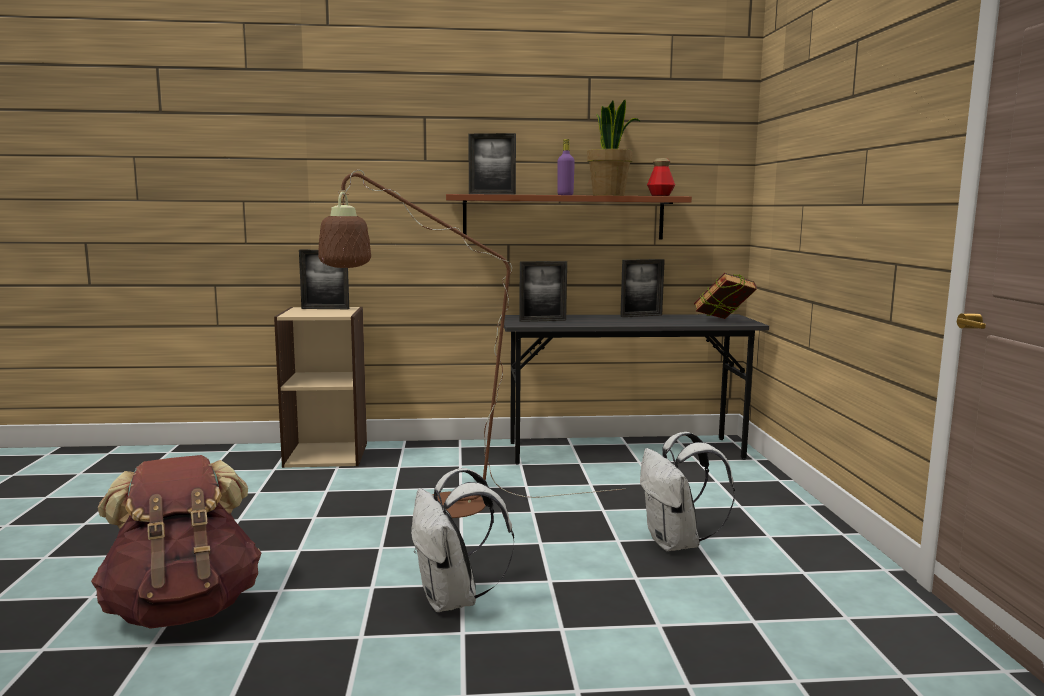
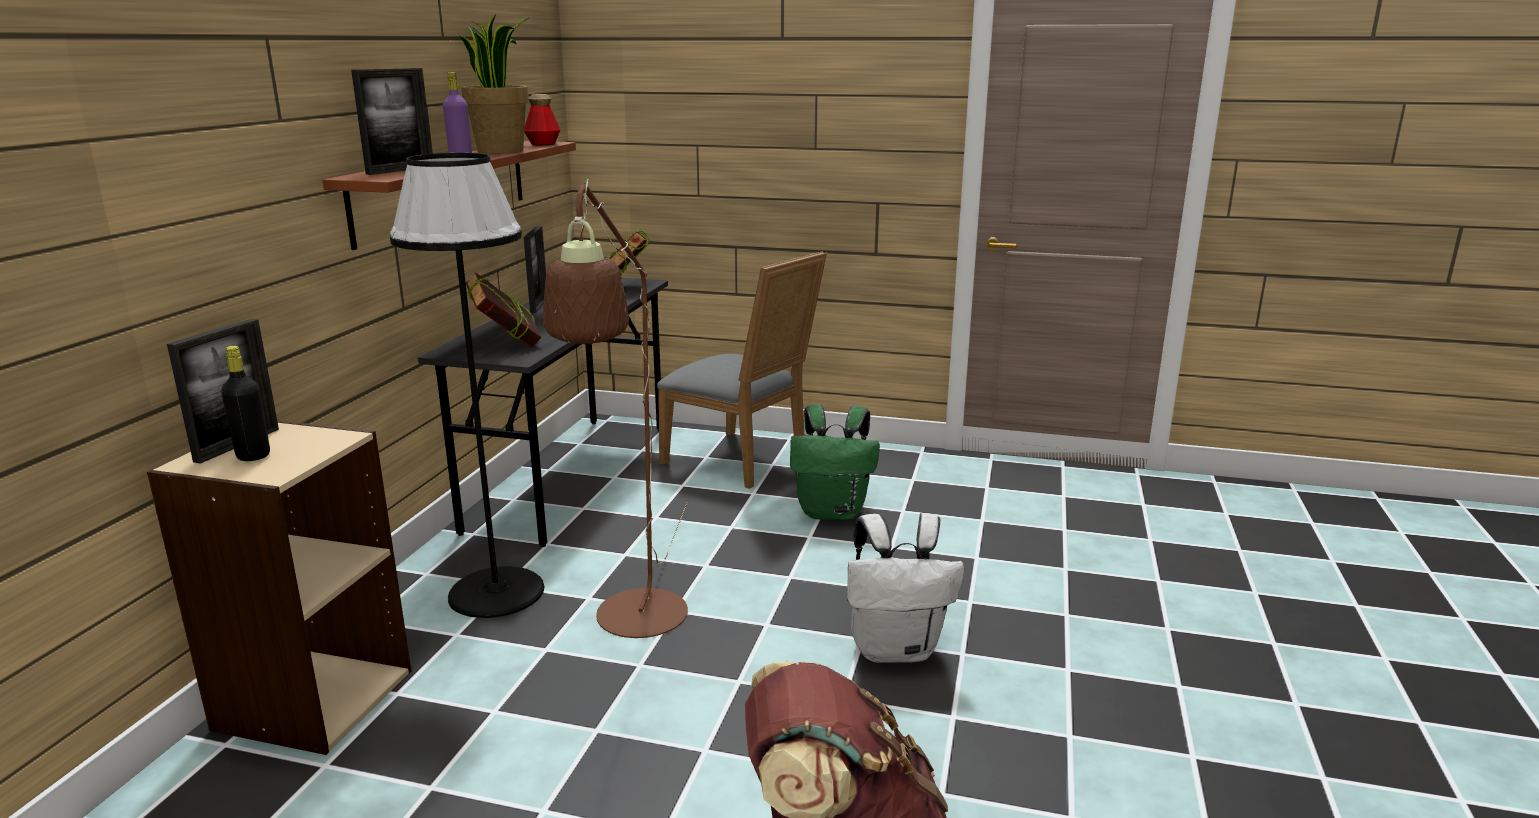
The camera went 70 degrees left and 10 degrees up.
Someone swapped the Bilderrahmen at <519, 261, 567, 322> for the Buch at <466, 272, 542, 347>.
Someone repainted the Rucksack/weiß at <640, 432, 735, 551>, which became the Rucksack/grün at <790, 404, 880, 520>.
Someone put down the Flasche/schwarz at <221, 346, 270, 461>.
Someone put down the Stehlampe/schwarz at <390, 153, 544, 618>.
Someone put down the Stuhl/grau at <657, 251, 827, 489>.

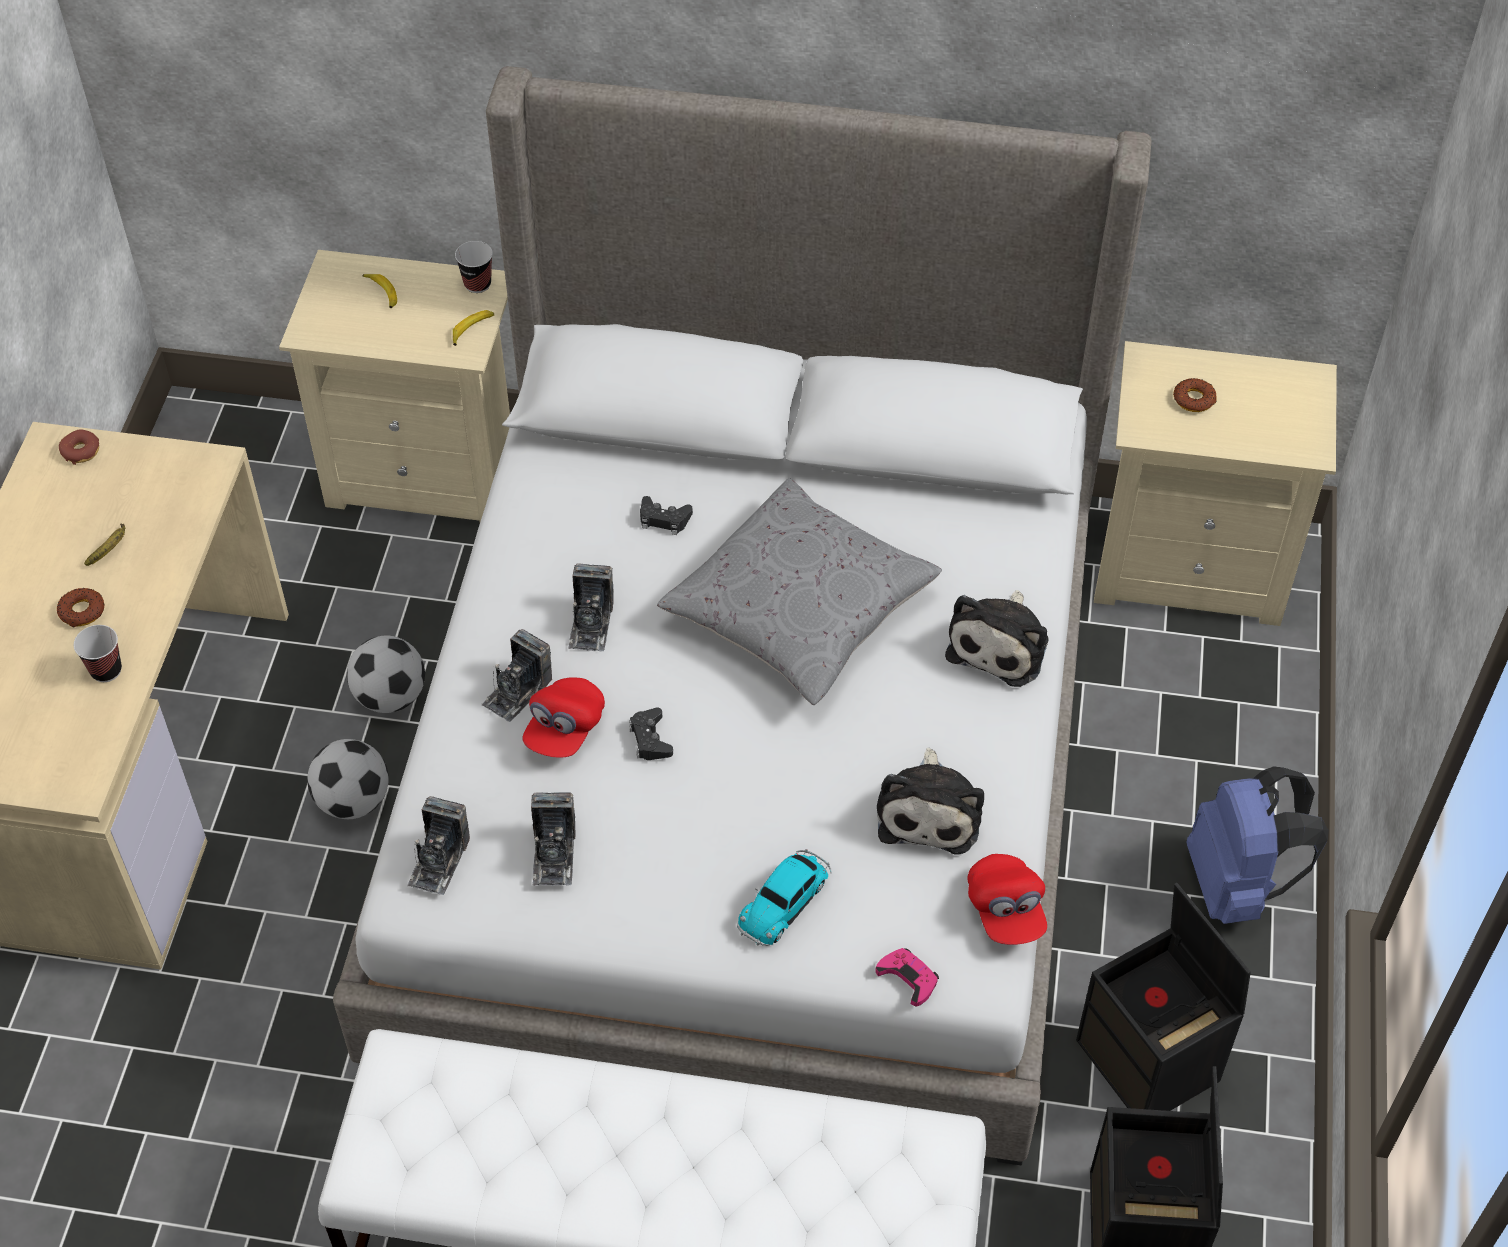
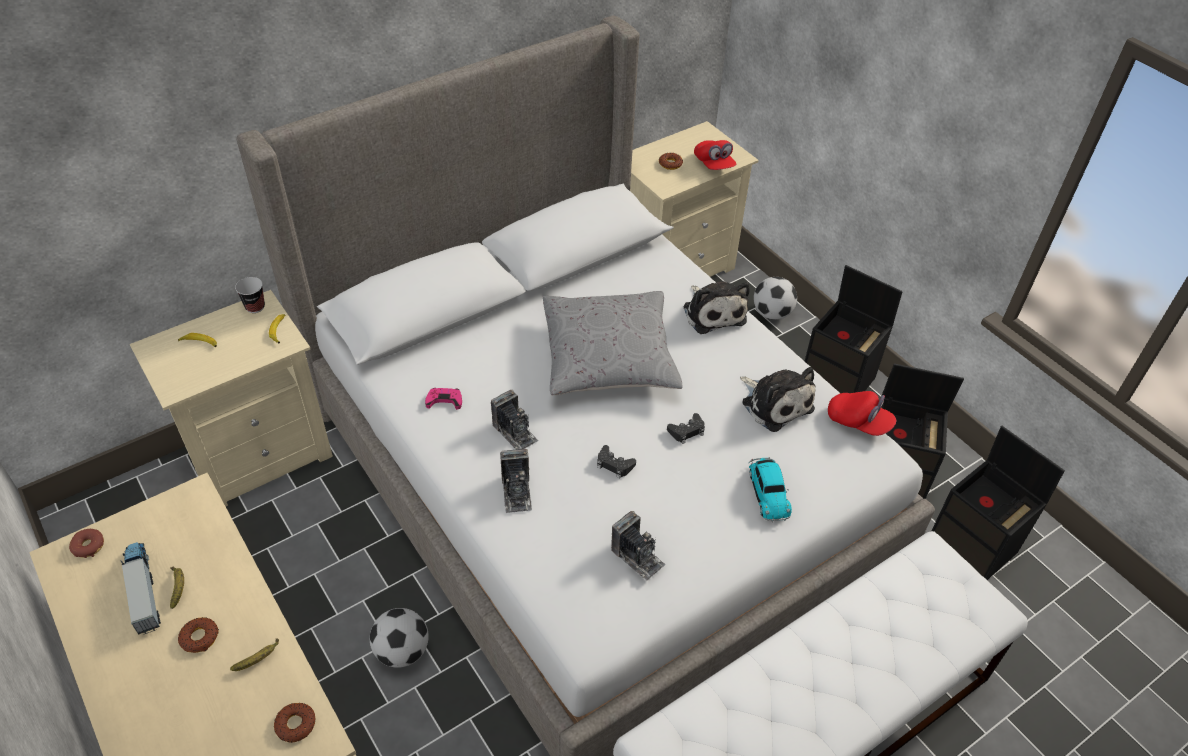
The camera went 45 degrees left and 5 degrees down.
Someone swapped the Tasse at <74, 625, 122, 682> for the Banane at <230, 638, 279, 671>.
Someone carried the Fußball from <347, 635, 425, 713> to <754, 277, 797, 320>.
Someone took away the Kamera at <407, 796, 470, 895>.
Someone carried the Kappe/rot from <523, 677, 605, 758> to <694, 140, 737, 170>.
Someone carried the Gamepad/schwarz from <640, 496, 693, 535> to <667, 413, 705, 444>.
Someone carried the Gamepad/rosa from <875, 948, 939, 1007> to <425, 388, 462, 410>.
Someone swapped the Rucksack/blau at <1186, 766, 1329, 924> for the Aufbewahrungsbox/schwarz at <805, 265, 903, 393>.
Someone put down the Spielzeuglaster at <120, 542, 161, 635>.
Someone put down the Donut at <274, 703, 315, 743>.

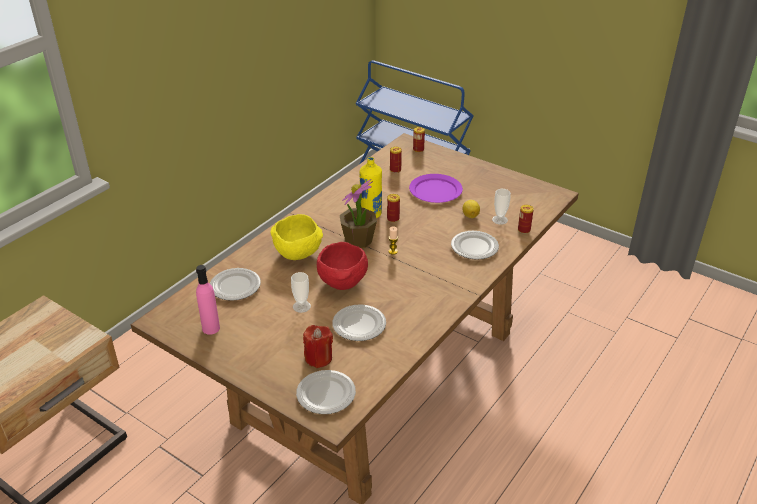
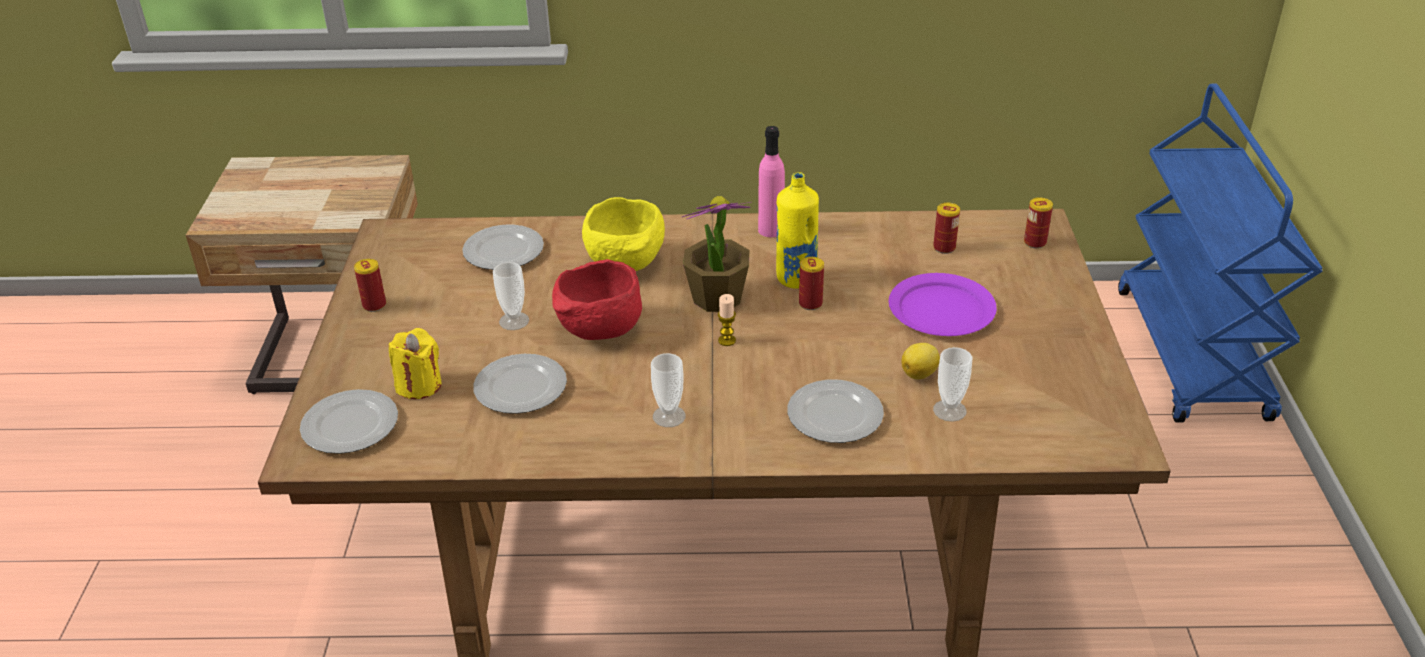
The camera went 55 degrees right and 0 degrees up.
Someone carried the Flasche/rosa from <196, 265, 220, 335> to <758, 126, 785, 237>.
Someone repainted the Kerze/rot at <303, 325, 333, 368>, which became the Kerze/gelb at <389, 328, 442, 399>.
Someone carried the Dose from <518, 205, 534, 234> to <354, 259, 386, 312>.
Someone put down the Tasse at <651, 353, 686, 427>.

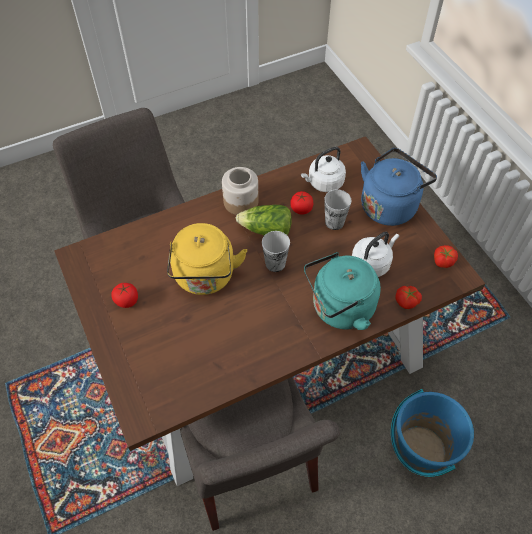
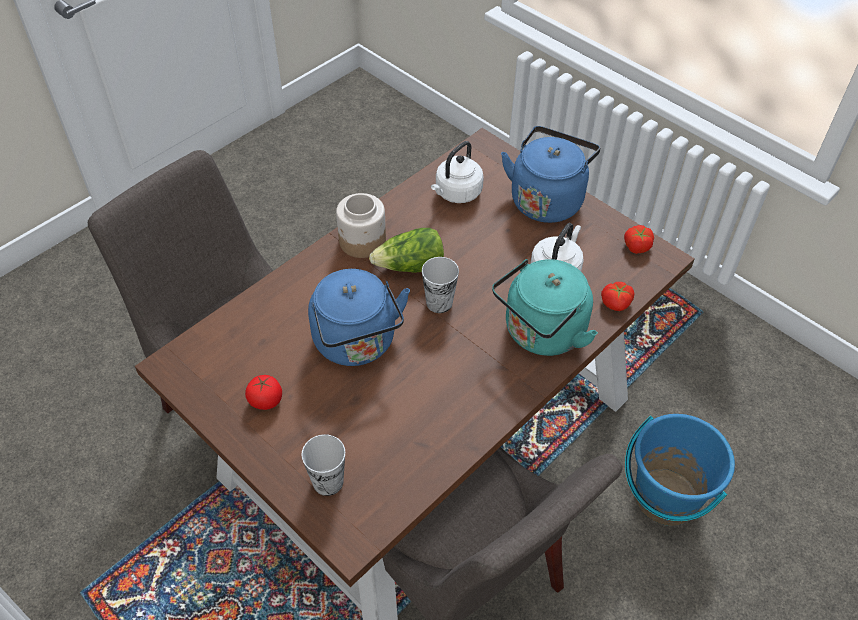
The camera went 20 degrees left and 5 degrees down.
Someone repainted the Wasserkessel/gelb at <167, 223, 247, 295>, which became the Wasserkessel/blau at <308, 269, 410, 366>.
Someone took away the Tomate at <290, 191, 313, 214>.
Someone carried the Tasse from <324, 189, 352, 230> to <301, 434, 345, 496>.

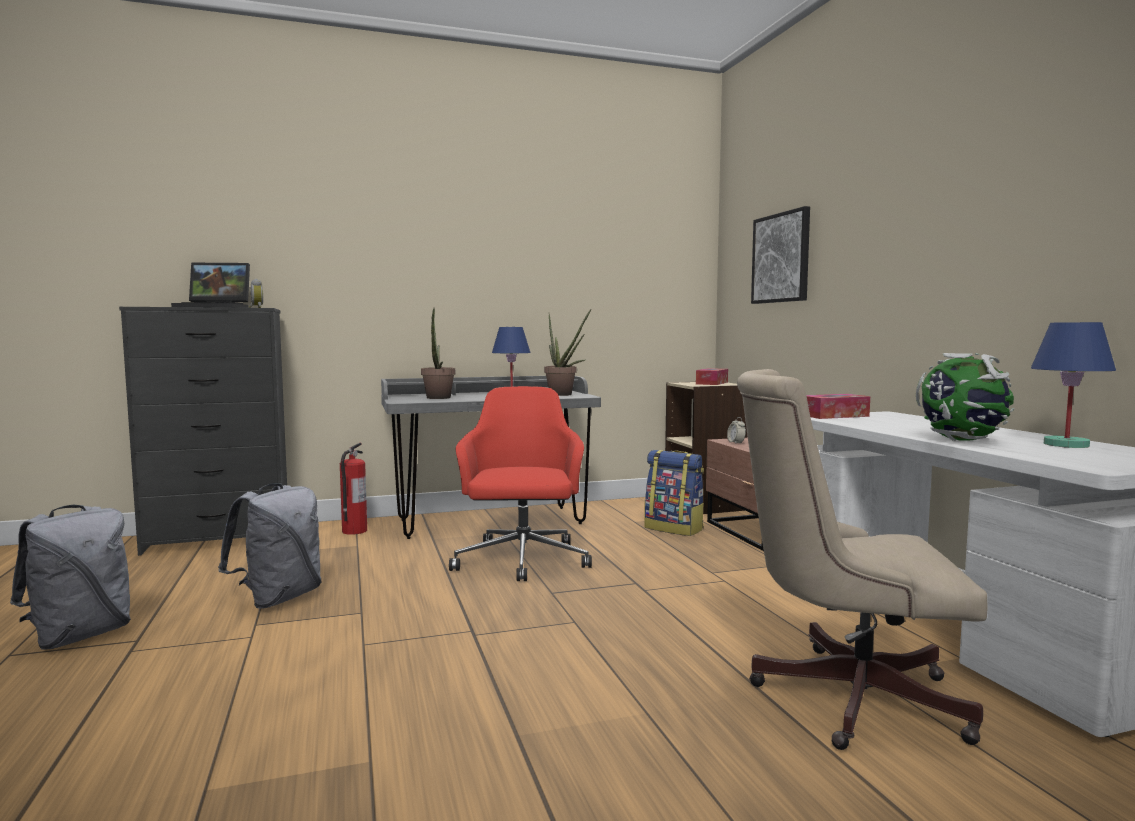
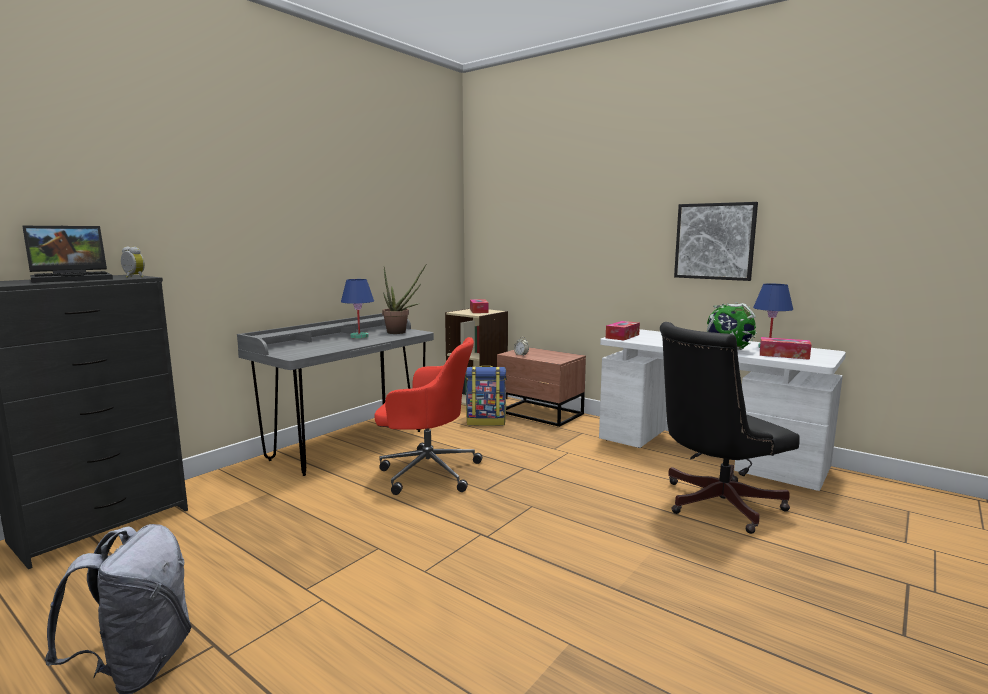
The camera went 35 degrees left and 5 degrees up.
Someone took away the Rucksack/grau at <218, 483, 322, 608>.
Someone took away the Feuerlöscher at <340, 442, 367, 535>.
Someone took away the Topfpflanze at <421, 308, 455, 399>.
Someone rotated the Bürostuhl/rot at <449, 386, 592, 581> by 135 degrees clockwise.
Someone repainted the Bürostuhl/beige at <737, 369, 988, 750>, which became the Bürostuhl/schwarz at <660, 322, 799, 534>.
Someone carried the Bild from <751, 206, 810, 304> to <674, 202, 758, 281>.
Someone put down the Taschentuchbox at <760, 337, 812, 360>.

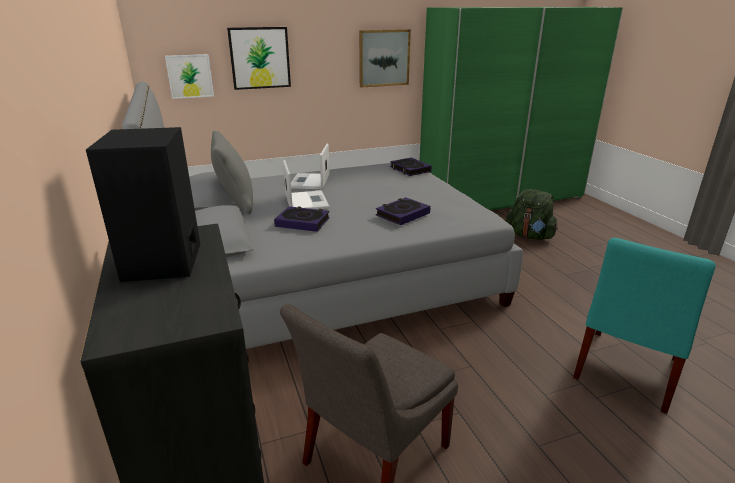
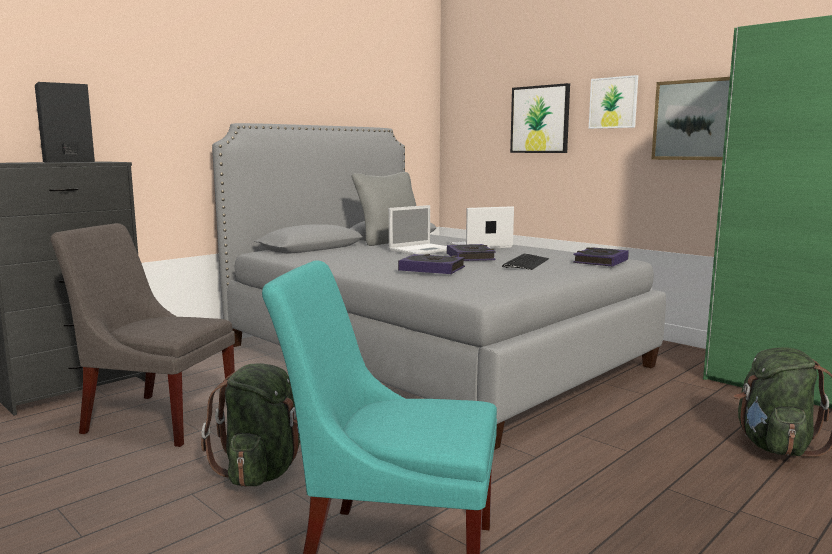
The camera went 65 degrees right and 15 degrees down.
Someone carried the Bild from <165, 54, 214, 99> to <589, 75, 638, 129>.
Someone carried the Buch from <274, 206, 330, 232> to <447, 244, 496, 261>.
Someone put down the Rucksack/grün at <201, 363, 300, 487>.
Someone put down the Tastatur at <502, 253, 549, 270>.

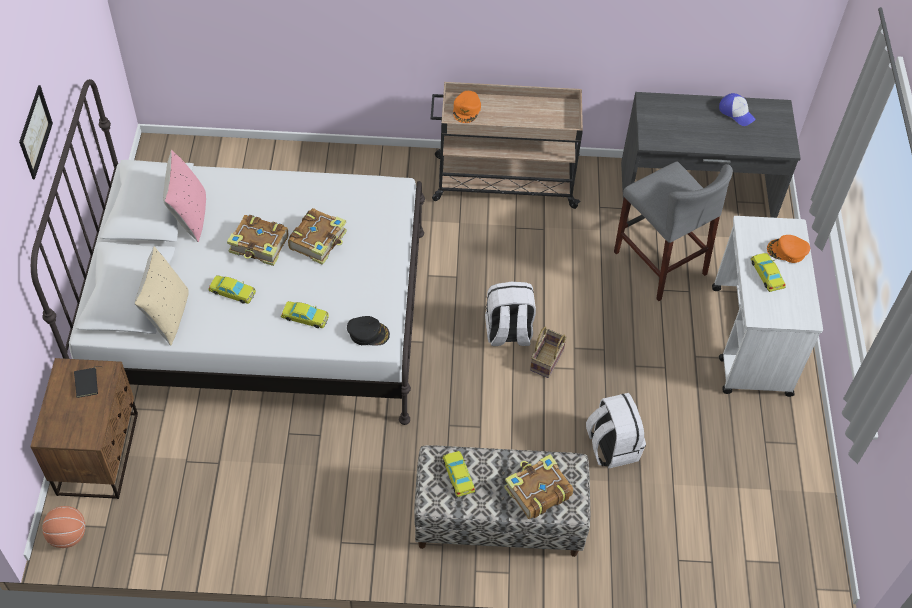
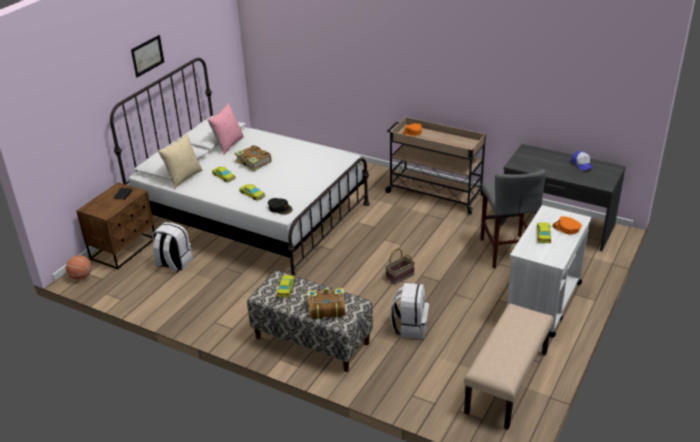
The camera went 30 degrees right and 20 degrees down.
Someone took away the Buch at <288, 208, 347, 265>.
Someone carried the Rucksack/weiß from <485, 282, 536, 346> to <152, 222, 192, 272>.
Someone put down the Bank/beige at <464, 303, 554, 429>.

